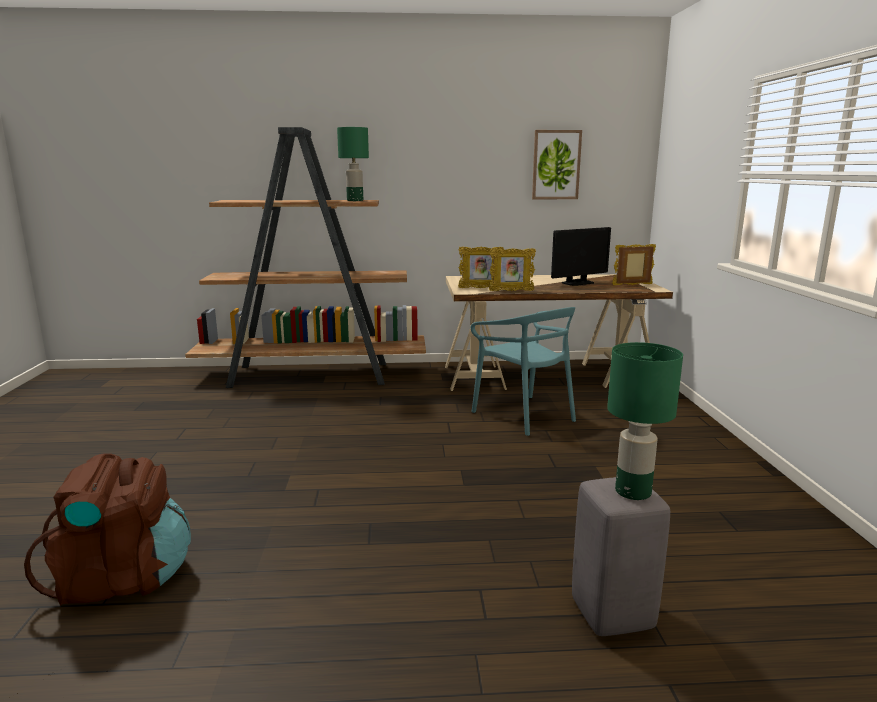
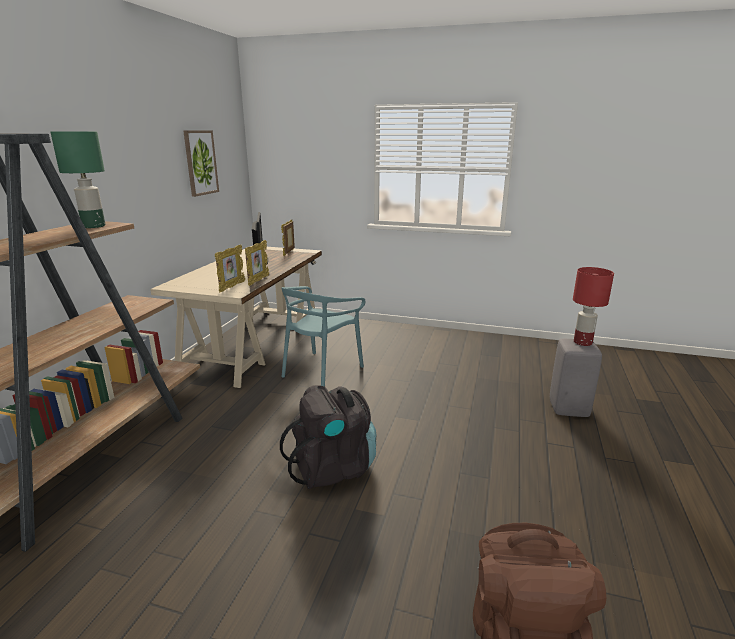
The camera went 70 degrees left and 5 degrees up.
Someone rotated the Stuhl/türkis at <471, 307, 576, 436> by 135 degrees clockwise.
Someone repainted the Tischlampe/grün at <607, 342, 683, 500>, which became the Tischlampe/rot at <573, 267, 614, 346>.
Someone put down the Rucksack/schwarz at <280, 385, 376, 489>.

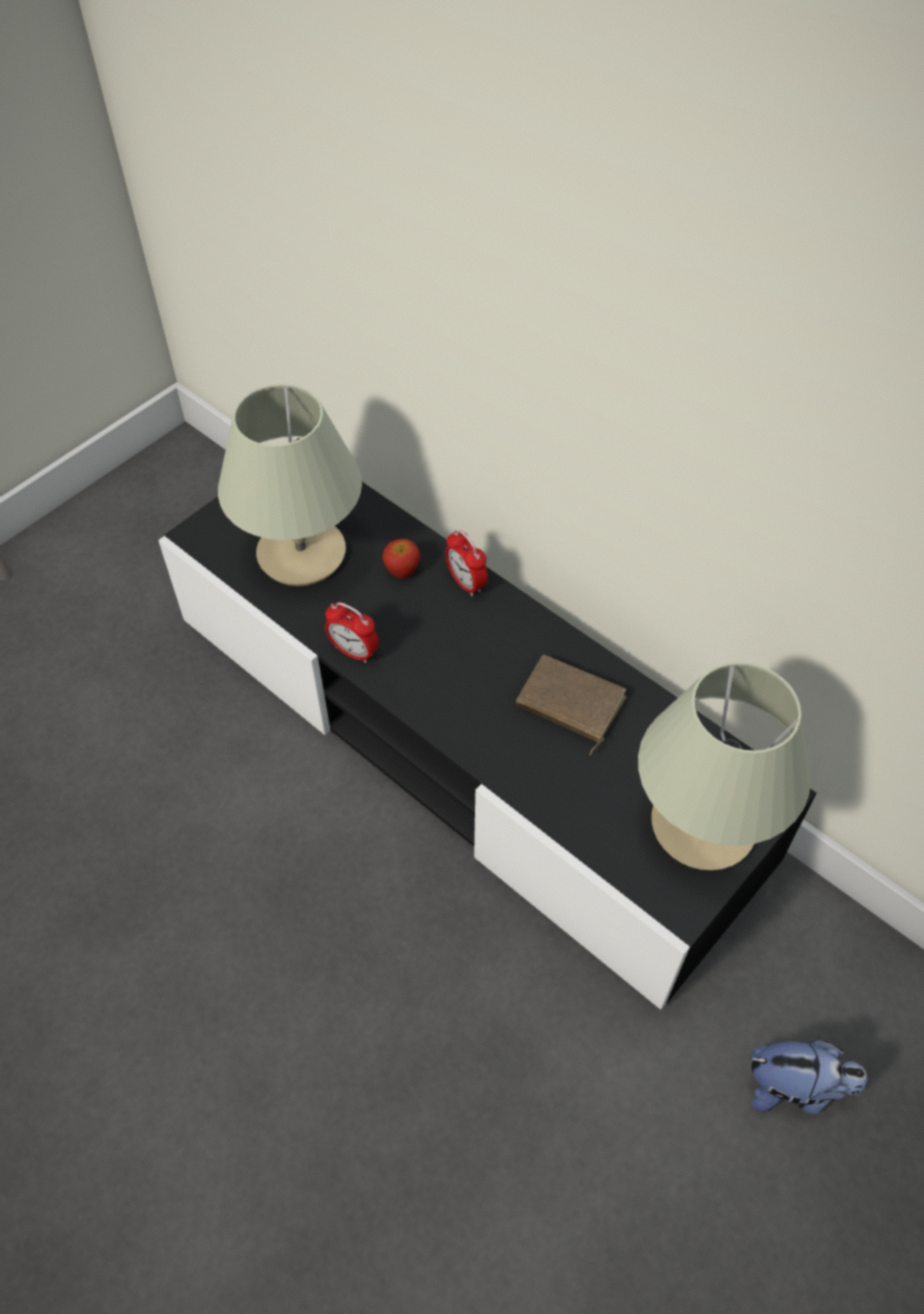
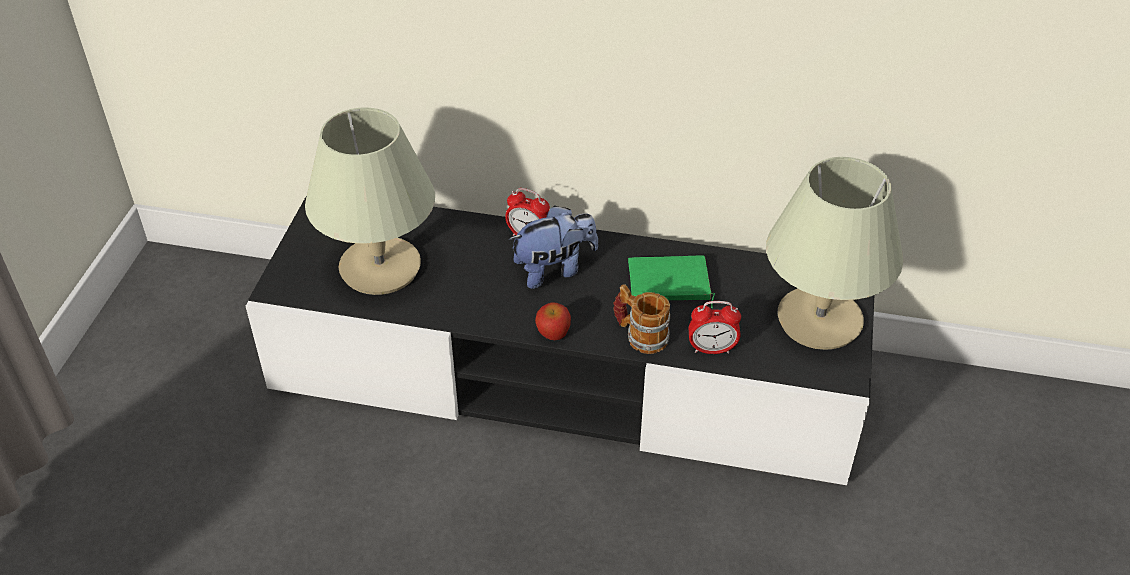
The camera went 30 degrees left and 10 degrees down.
Someone carried the Wecker from <325, 602, 379, 663> to <689, 301, 741, 354>.
Someone carried the Apfel from <382, 539, 420, 579> to <535, 302, 571, 340>.
Someone repainted the Buch/braun at <516, 655, 626, 755>, which became the Buch/grün at <628, 255, 715, 308>.
Someone carried the Plüschtier from <750, 1041, 867, 1115> to <509, 205, 598, 289>.
Someone put down the Henkelbecher at <613, 284, 670, 354>.

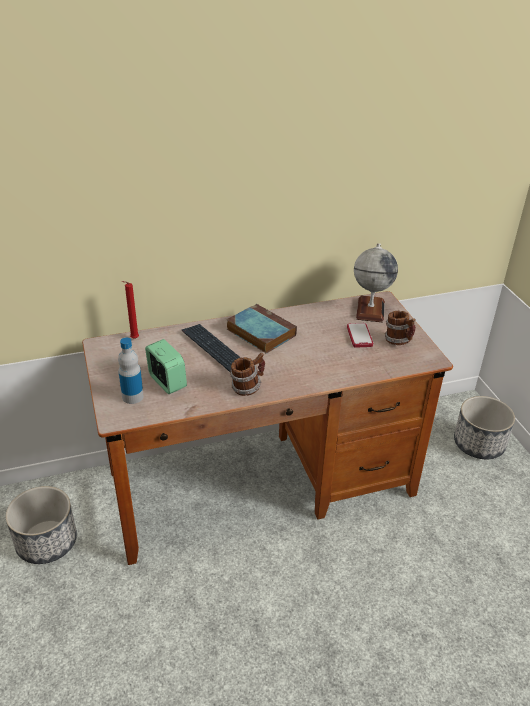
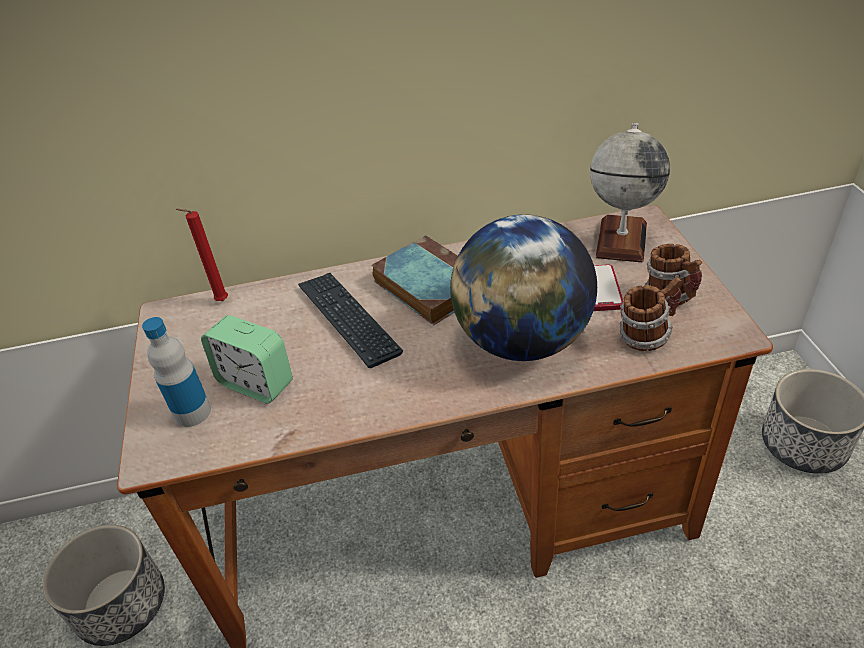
The camera went 10 degrees right and 5 degrees up.
Someone rotated the Wecker at <145, 339, 187, 394> by 150 degrees clockwise.
Someone carried the Henkelbecher from <230, 353, 265, 396> to <620, 277, 681, 351>.
Someone put down the Globus at <450, 214, 597, 361>.

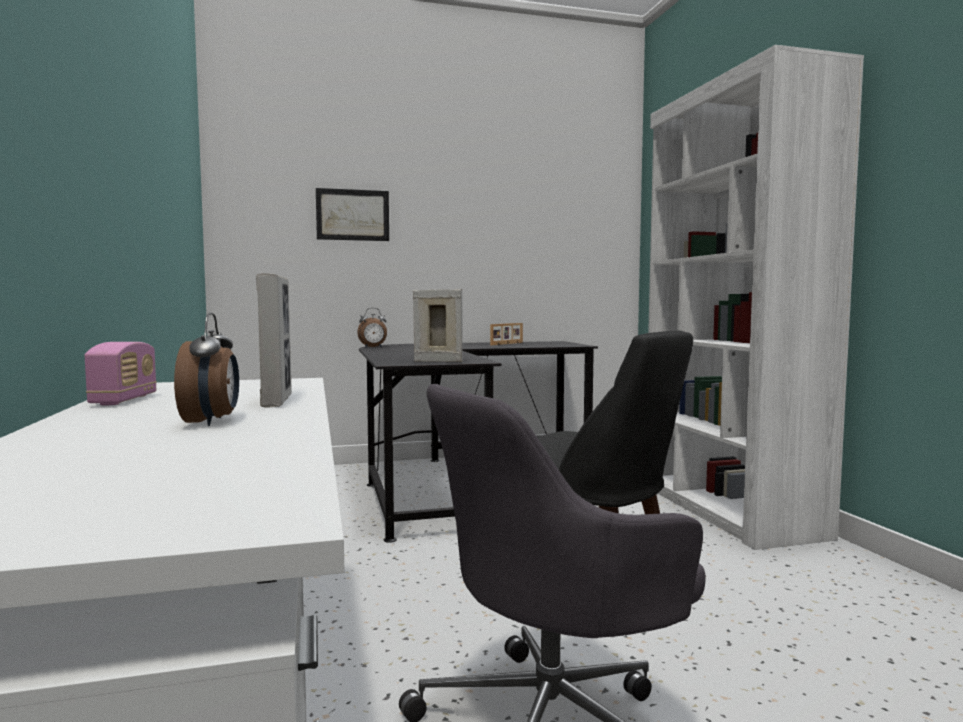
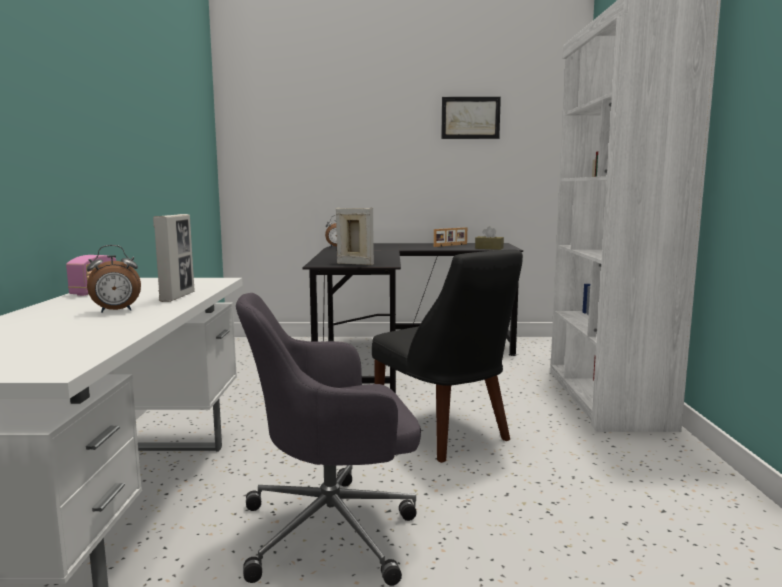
The camera went 15 degrees right and 5 degrees up.
Someone rotated the Wecker at <174, 313, 239, 426> by 60 degrees clockwise.
Someone carried the Bild from <316, 188, 389, 241> to <441, 97, 501, 139>.
Someone put down the Taschentuchbox/braun at <475, 226, 504, 250>.

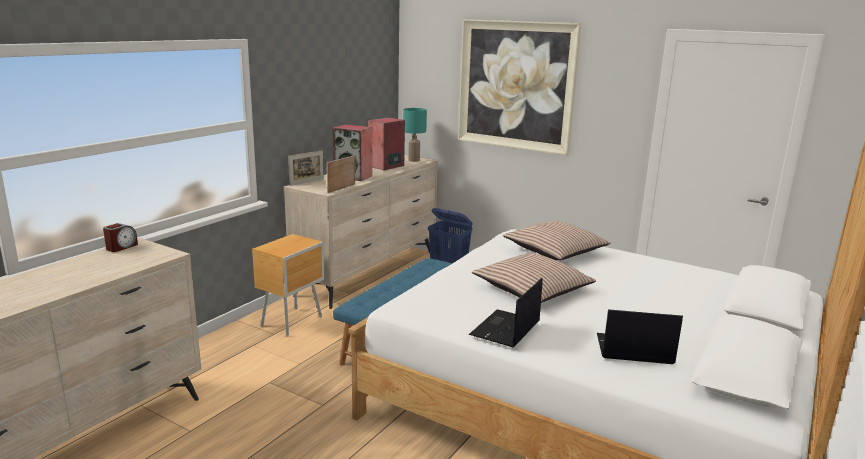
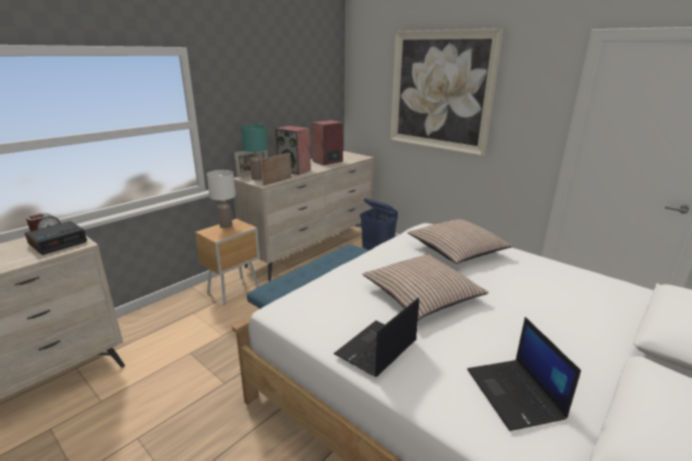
The camera went 10 degrees right and 5 degrees up.
Someone carried the Tischlampe/türkis from <403, 108, 427, 162> to <241, 124, 267, 180>.
Someone rotated the Laptop at <597, 309, 683, 364> by 120 degrees counterclockwise.
Someone put down the Wecker at <25, 221, 87, 255>.
Someone put down the Tischlampe/weiß at <207, 170, 236, 228>.

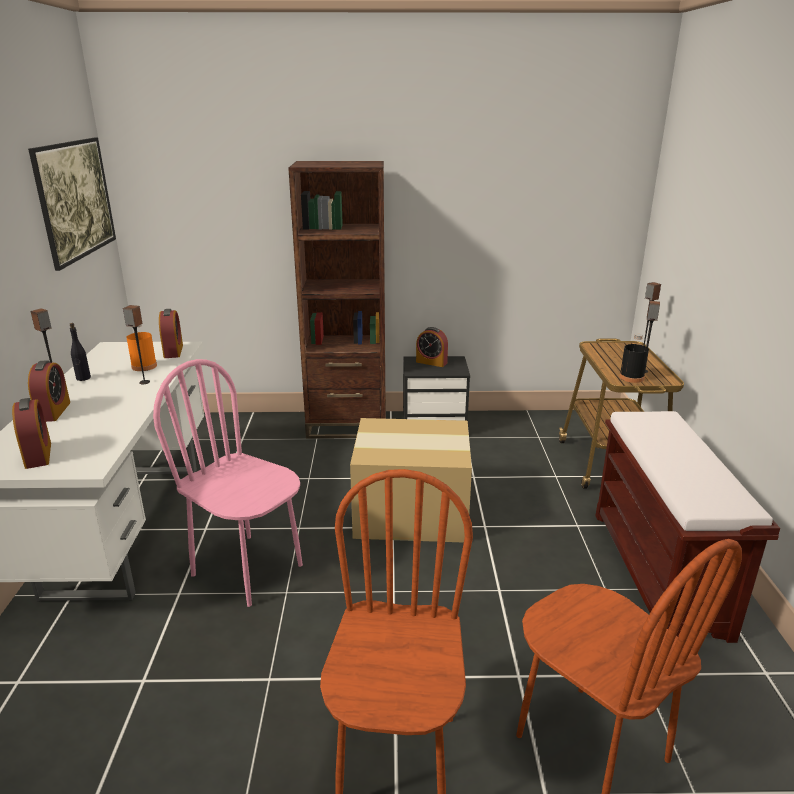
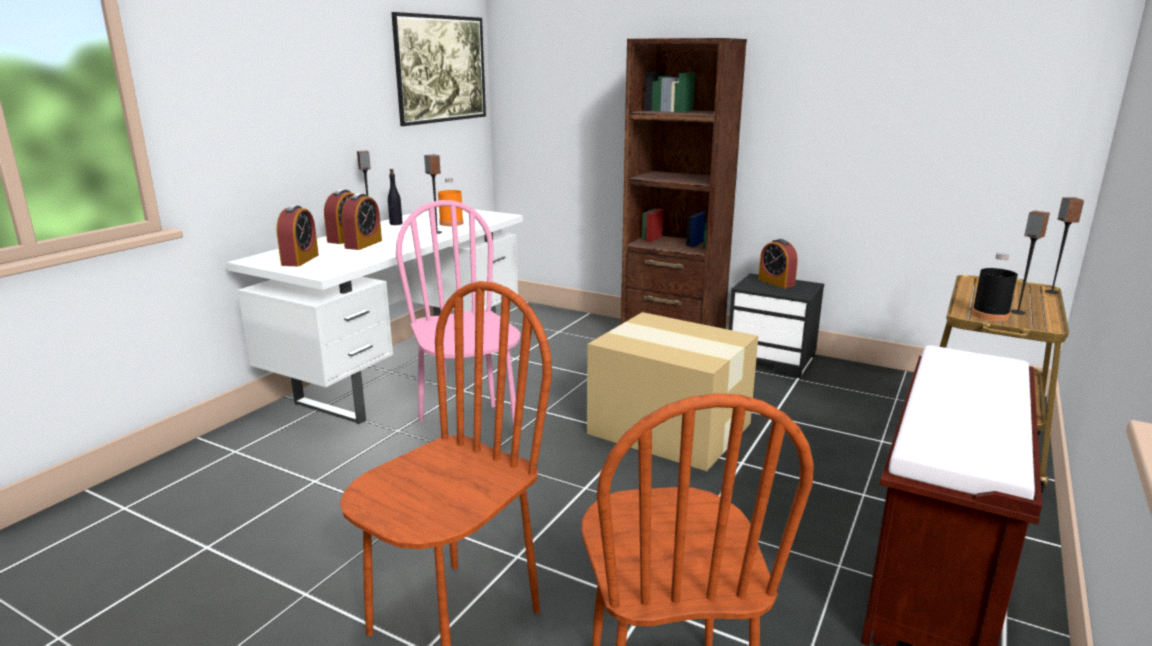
The camera went 30 degrees right and 5 degrees down.
Someone carried the Wecker from <159, 309, 183, 358> to <341, 193, 382, 250>.

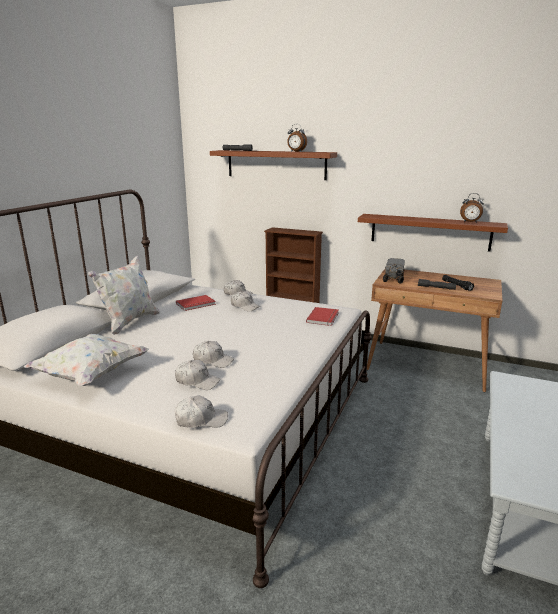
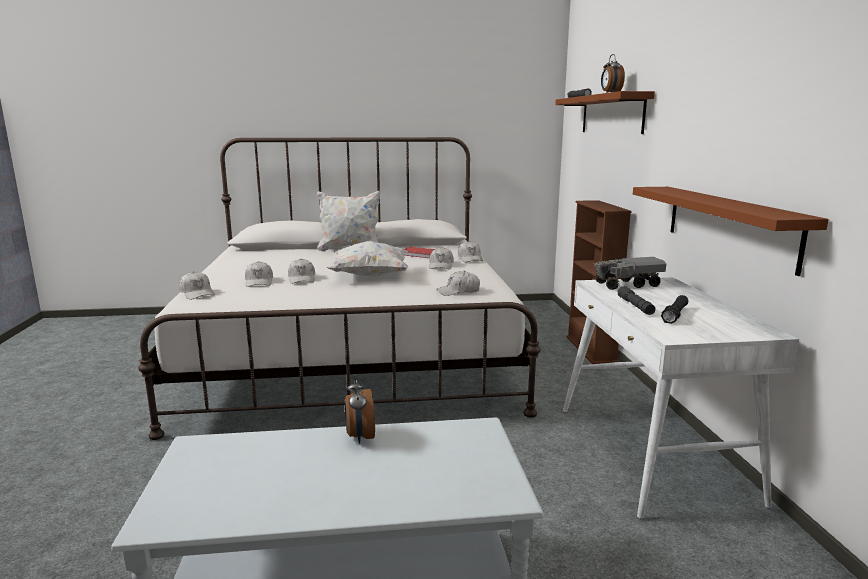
The camera went 60 degrees right and 5 degrees down.
Someone carried the Kissen/weiß from <24, 334, 149, 386> to <327, 241, 409, 277>.
Someone swapped the Buch/rot at <306, 307, 339, 326> for the Kappe/weiß at <436, 271, 480, 296>.
Someone repainted the Schreibtisch/braun at <367, 269, 503, 392>, which became the Schreibtisch/weiß at <563, 277, 799, 519>.
Someone carried the Wecker from <460, 193, 484, 223> to <345, 375, 375, 444>.

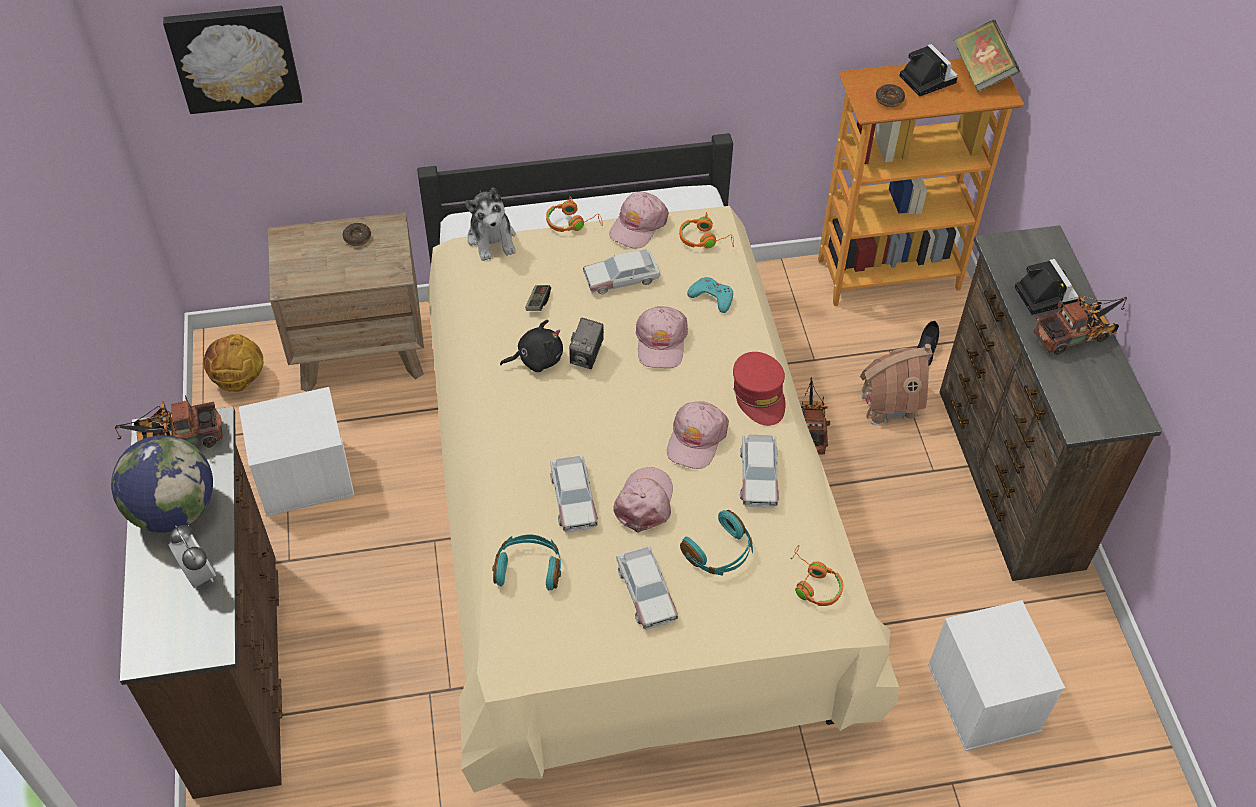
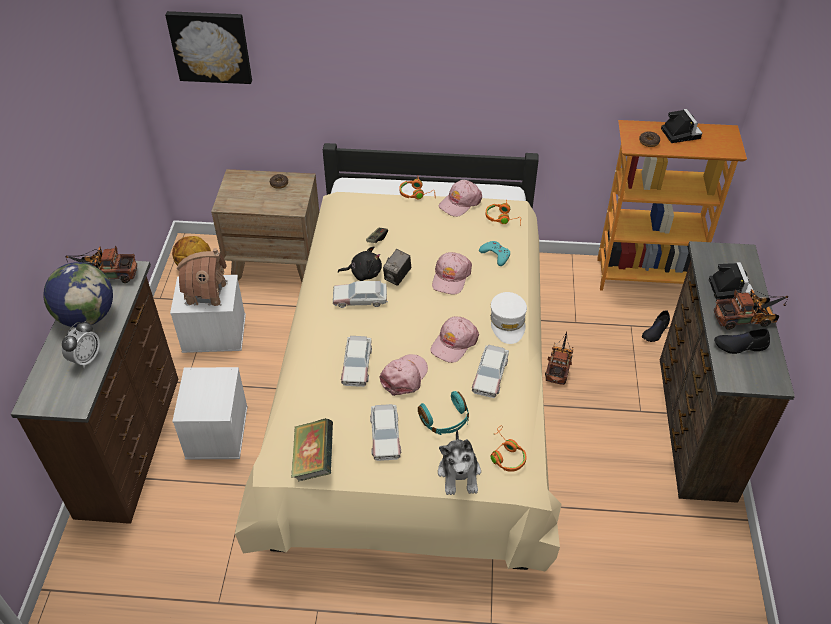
The camera went 15 degrees right and 5 degrees down.
Someone rotated the Wecker at <169, 525, 216, 588> by 45 degrees clockwise.
Someone carried the Plüschtier from <465, 187, 516, 261> to <438, 429, 481, 495>.
Someone took away the Kopfhörer/türkis at <492, 535, 561, 591>.
Someone carried the Spielzeugauto from <583, 249, 660, 294> to <333, 281, 388, 308>.
Someone repainted the Kappe/rot at <733, 352, 785, 426>, which became the Kappe/weiß at <490, 292, 527, 344>.
Someone carried the Spielzeughaus from <860, 344, 933, 426> to <177, 248, 228, 306>.
Someone carried the Aufbewahrungsbox/weiß from <928, 600, 1065, 751> to <172, 367, 248, 459>.
Someone carried the Buch from <954, 20, 1020, 92> to <291, 418, 333, 482>.
Someone put down the Schuh/schwarz at <714, 329, 770, 354>.

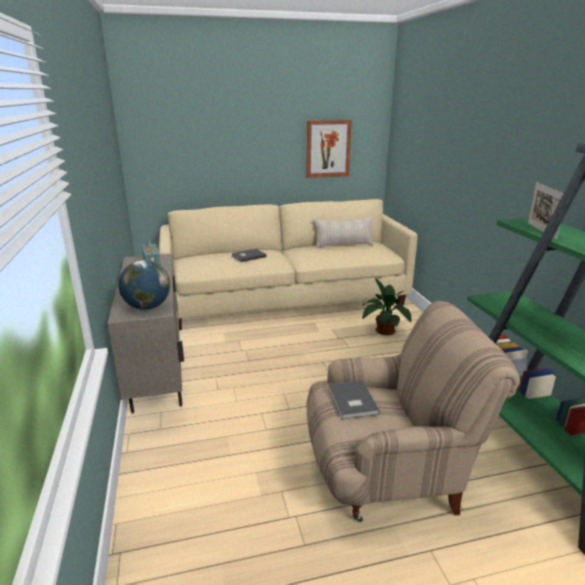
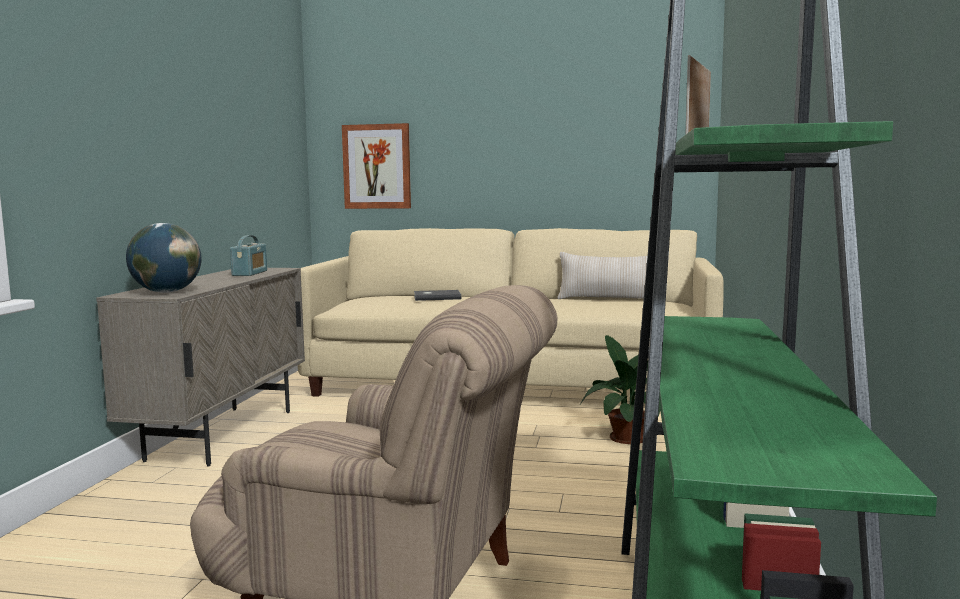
The camera went 25 degrees right and 15 degrees down.
Someone carried the Bild from <306, 120, 352, 178> to <342, 123, 411, 209>.
Someone took away the Buch/grau at <328, 380, 380, 419>.

